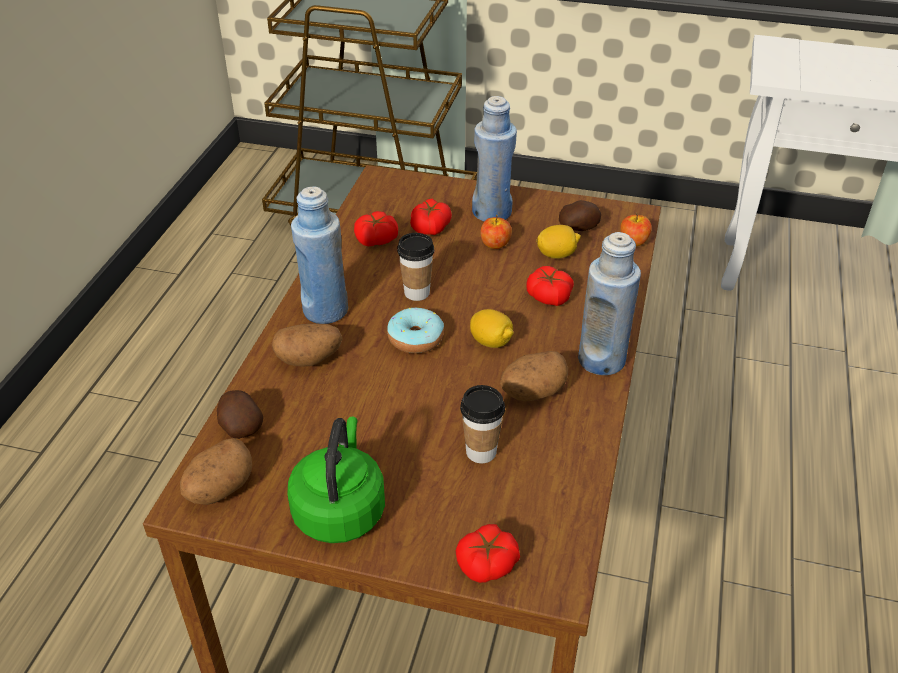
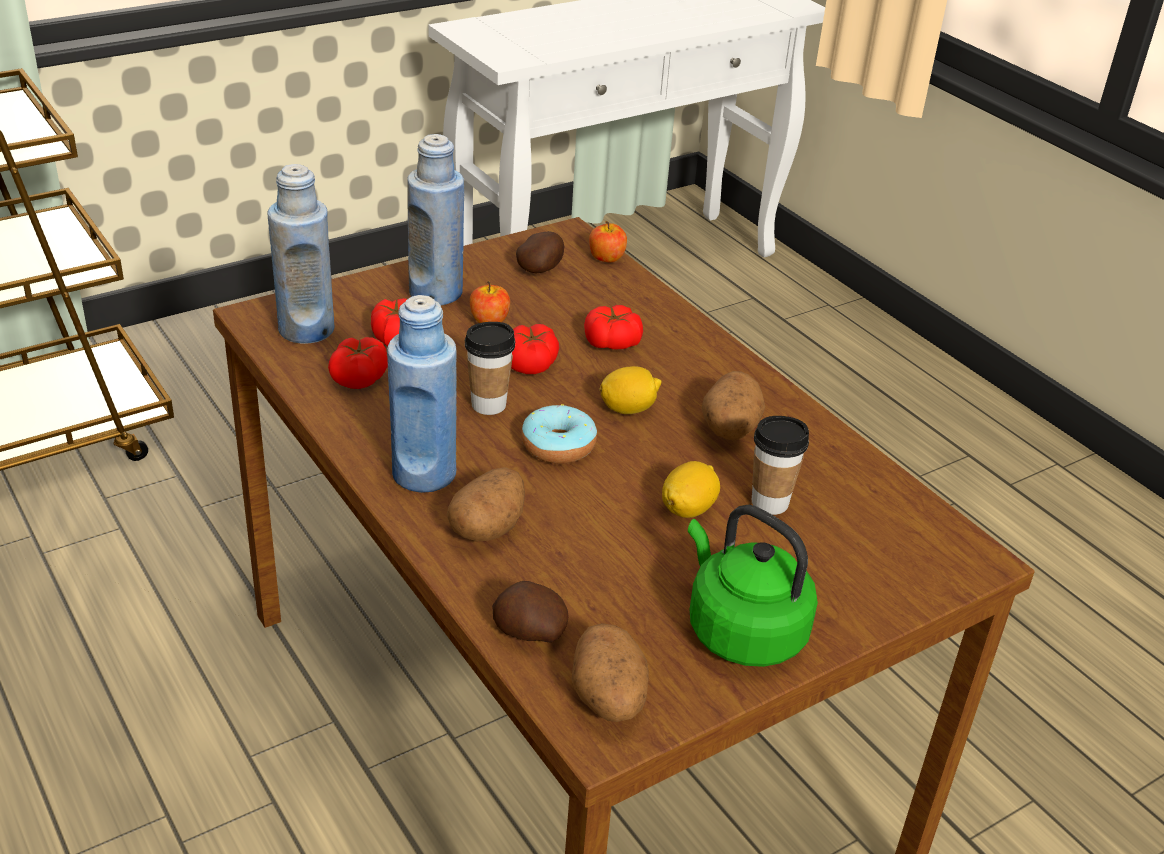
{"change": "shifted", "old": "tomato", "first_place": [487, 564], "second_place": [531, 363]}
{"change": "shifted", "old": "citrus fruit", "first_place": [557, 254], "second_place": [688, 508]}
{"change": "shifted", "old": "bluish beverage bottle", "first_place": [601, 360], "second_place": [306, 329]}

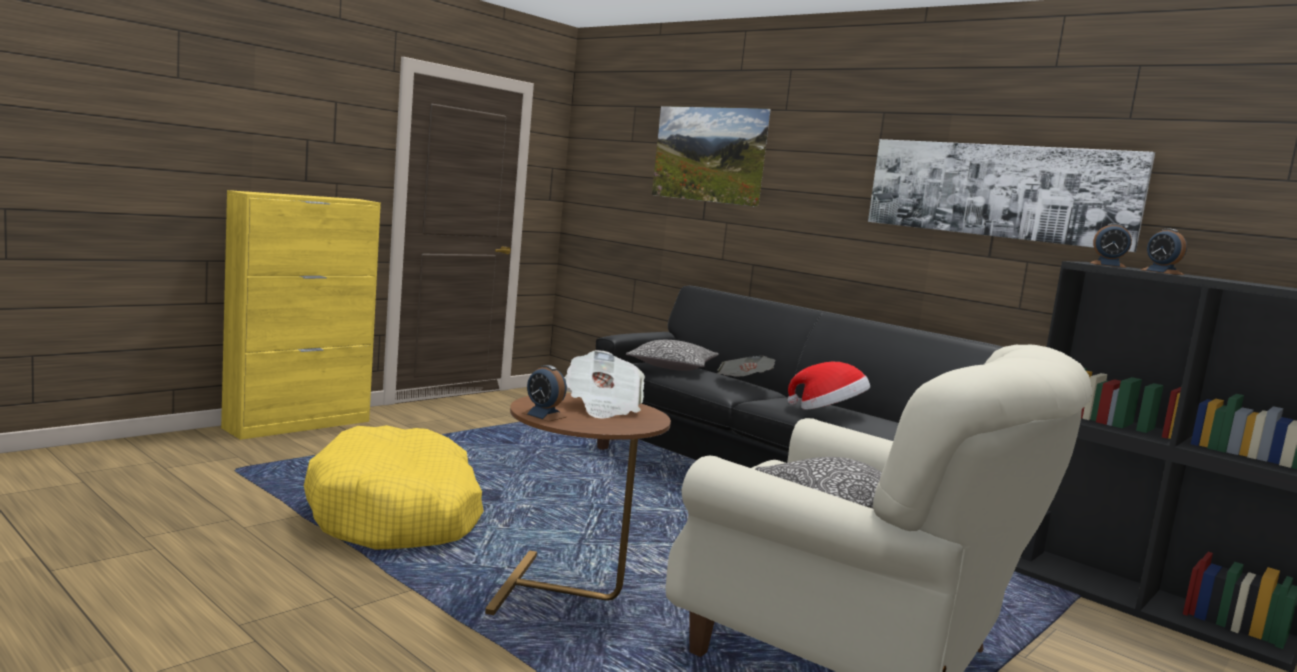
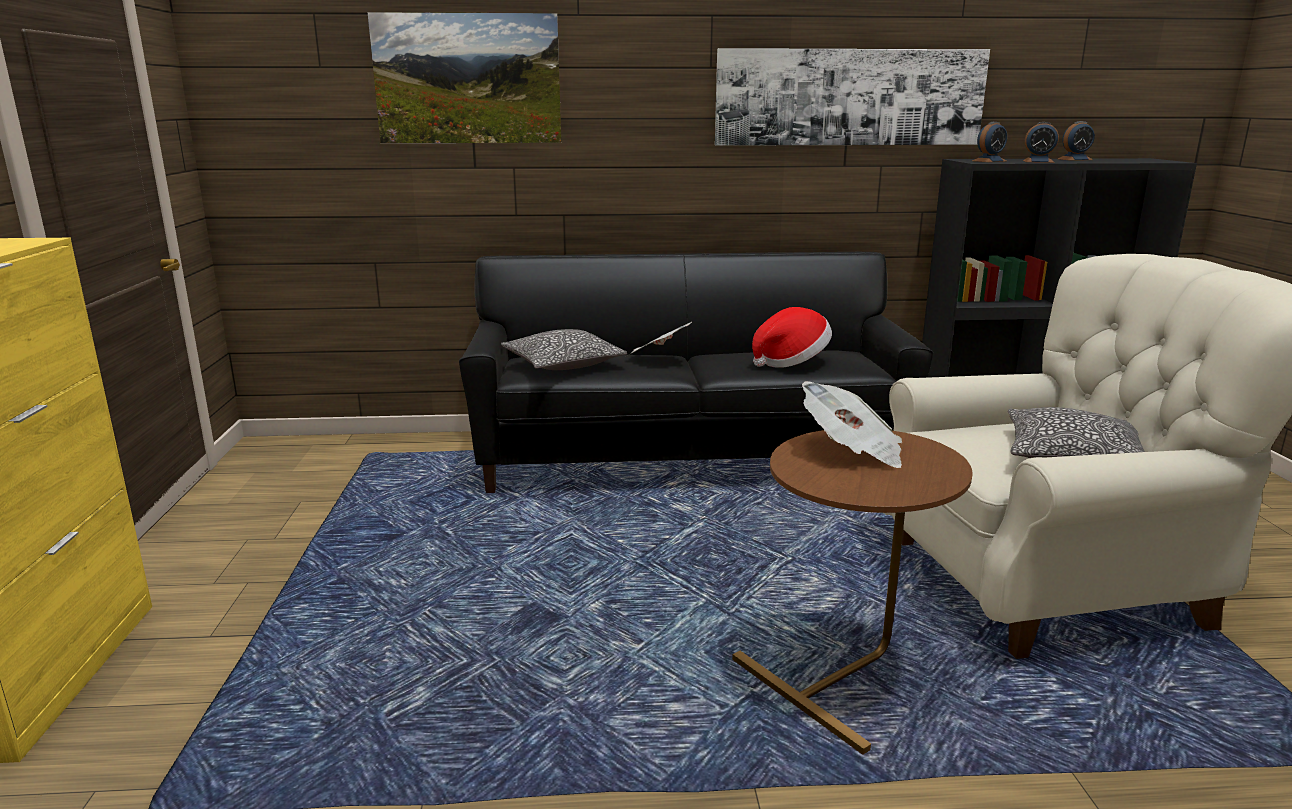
{"change": "gone", "old": "yellow-coloured dog cushion", "first_place": [396, 514]}
{"change": "shifted", "old": "table clock", "first_place": [544, 415], "second_place": [1074, 159]}

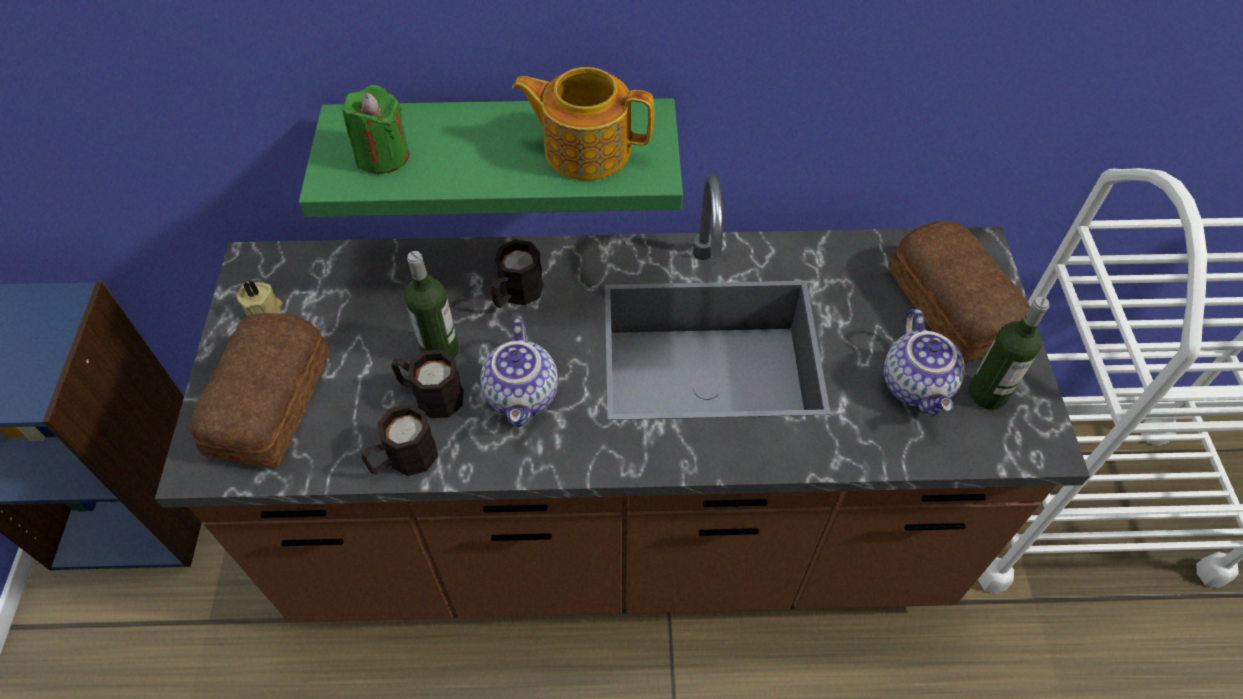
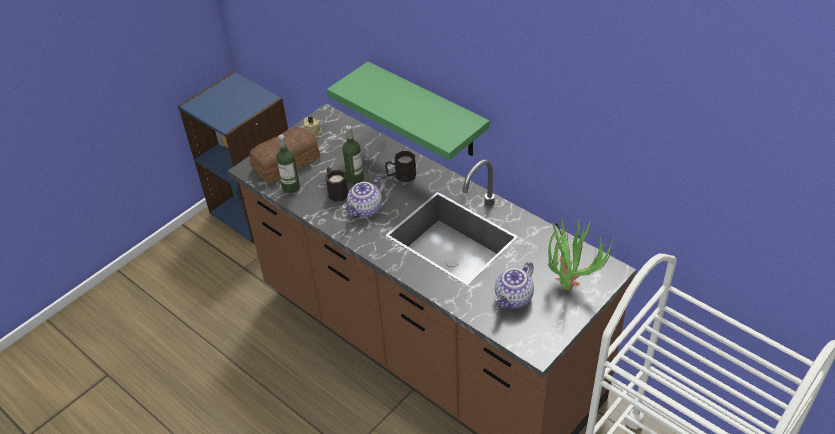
{"change": "gone", "old": "green-coloured wax light", "first_place": [382, 156]}
{"change": "gone", "old": "blackish mug", "first_place": [403, 460]}
{"change": "gone", "old": "pot for tea", "first_place": [585, 149]}
{"change": "shifted", "old": "beverage bottle", "first_place": [987, 393], "second_place": [291, 187]}
{"change": "swapped", "old": "bakery bread", "new": "potted plant", "first_place": [952, 303], "second_place": [570, 281]}

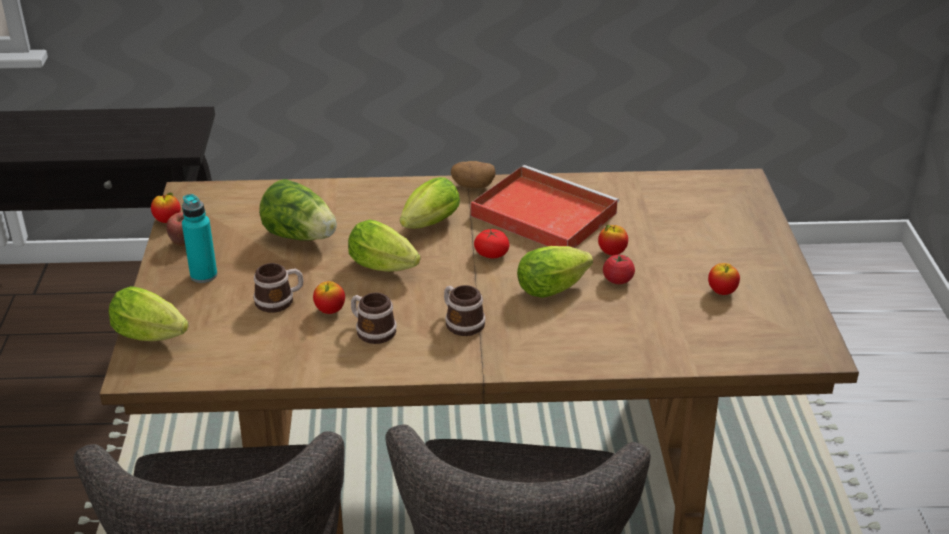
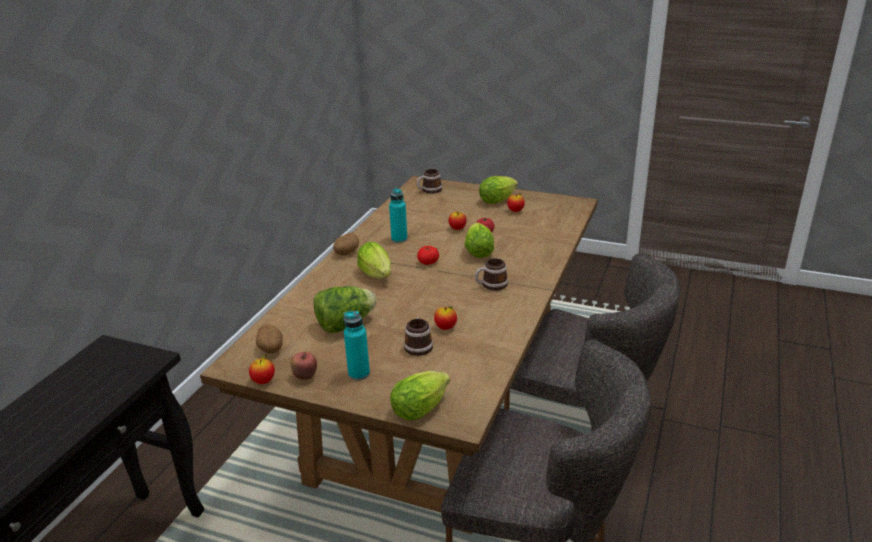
{"change": "new", "new": "spud", "second_place": [271, 349]}
{"change": "shifted", "old": "head of lettuce", "first_place": [386, 268], "second_place": [499, 200]}
{"change": "shifted", "old": "mug", "first_place": [371, 330], "second_place": [429, 190]}
{"change": "swapped", "old": "red carrying tray", "new": "turquoise beverage bottle", "first_place": [541, 214], "second_place": [399, 239]}

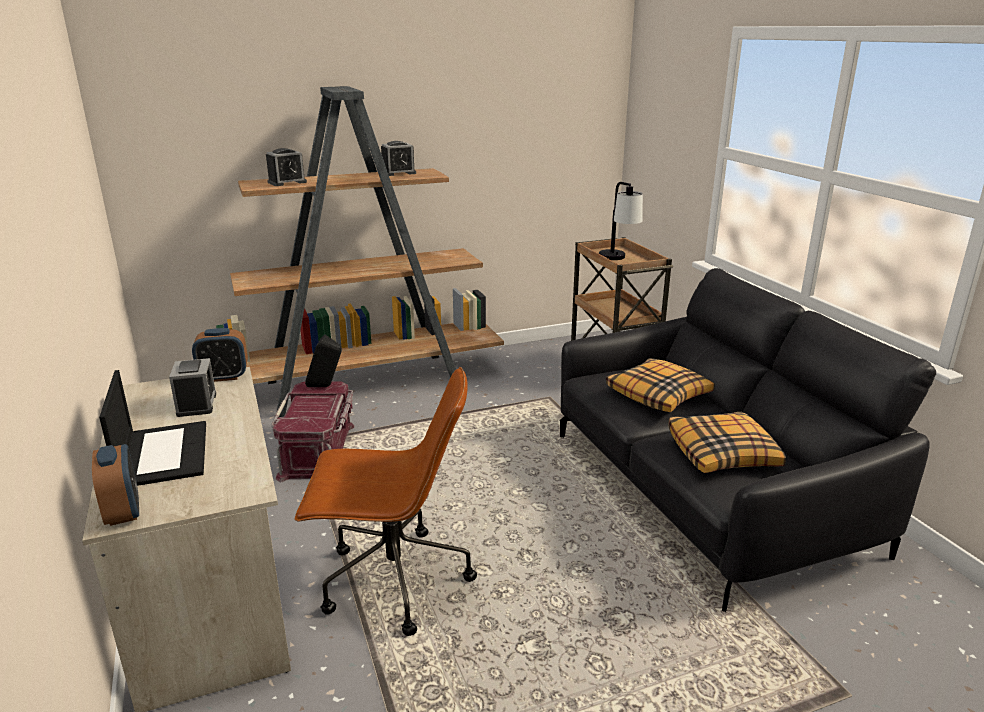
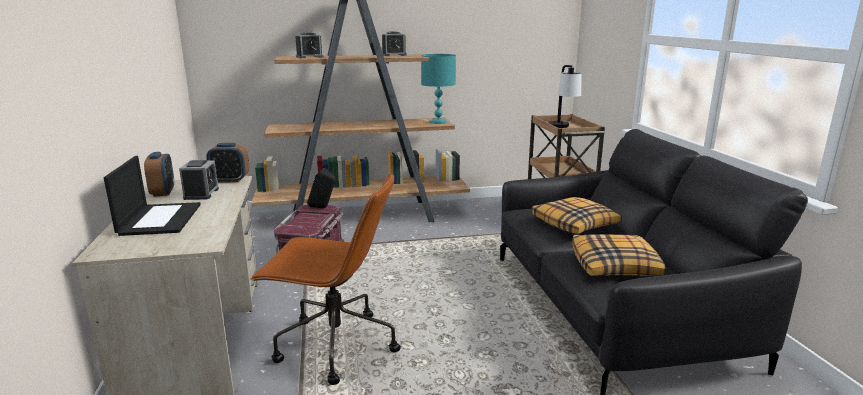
{"change": "new", "new": "turquoise tabletop lamp", "second_place": [438, 122]}
{"change": "shifted", "old": "table clock", "first_place": [123, 512], "second_place": [163, 192]}

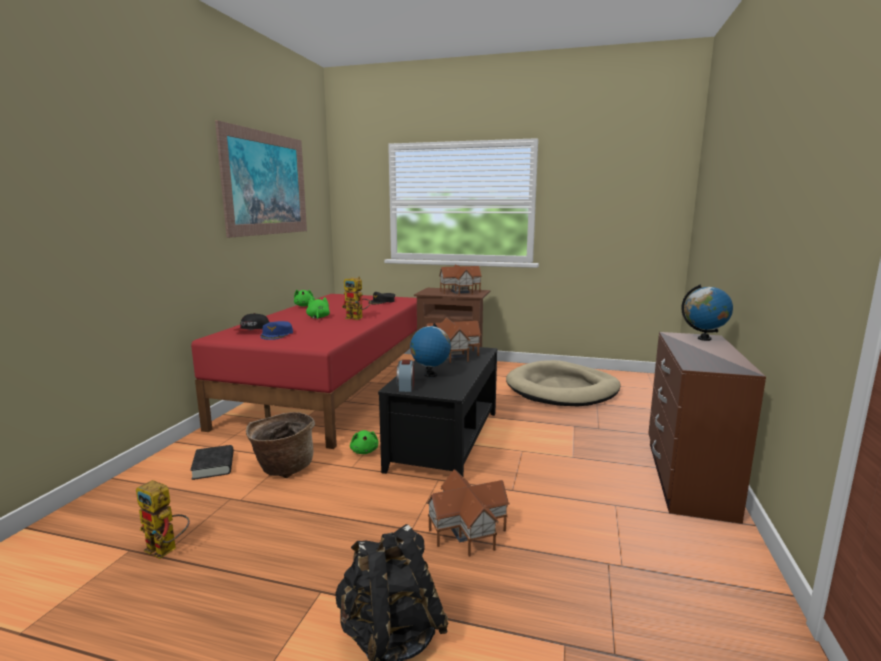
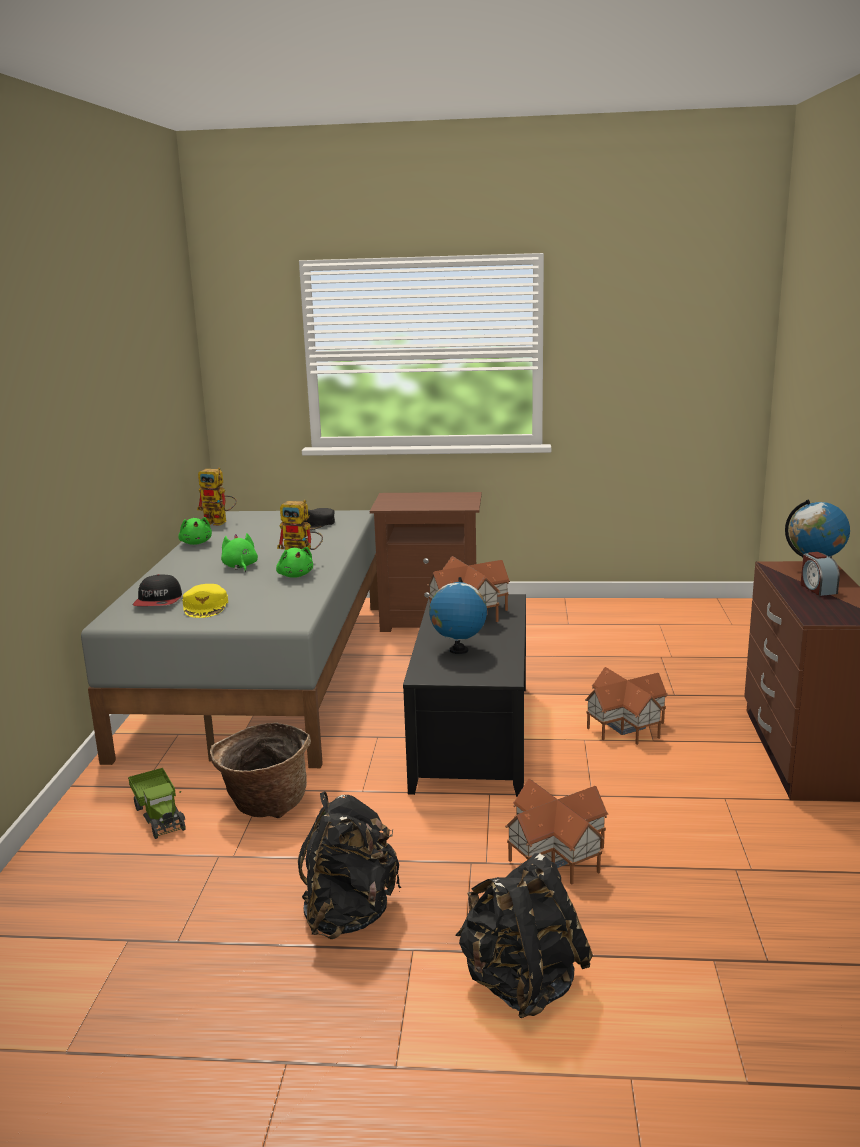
{"change": "gone", "old": "wall picture", "first_place": [266, 184]}
{"change": "gone", "old": "beige dog cushion", "first_place": [562, 389]}
{"change": "new", "new": "blackish knapsack", "second_place": [349, 914]}
{"change": "shifted", "old": "model robot", "first_place": [167, 550], "second_place": [220, 522]}
{"change": "shifted", "old": "green-coloured soft toy", "first_place": [364, 451], "second_place": [295, 575]}
{"change": "shifted", "old": "table clock", "first_place": [405, 386], "second_place": [817, 588]}
{"change": "shifted", "old": "toy house", "first_place": [459, 292], "second_place": [624, 725]}
{"change": "swapped", "old": "blackish volume", "new": "toy truck", "first_place": [213, 466], "second_place": [160, 814]}
{"change": "repainted", "old": "red bed", "new": "greyish bed", "first_place": [335, 389], "second_place": [265, 672]}
{"change": "repainted", "old": "bluish peaked cap", "new": "yellow-coloured peaked cap", "first_place": [277, 334], "second_place": [206, 607]}

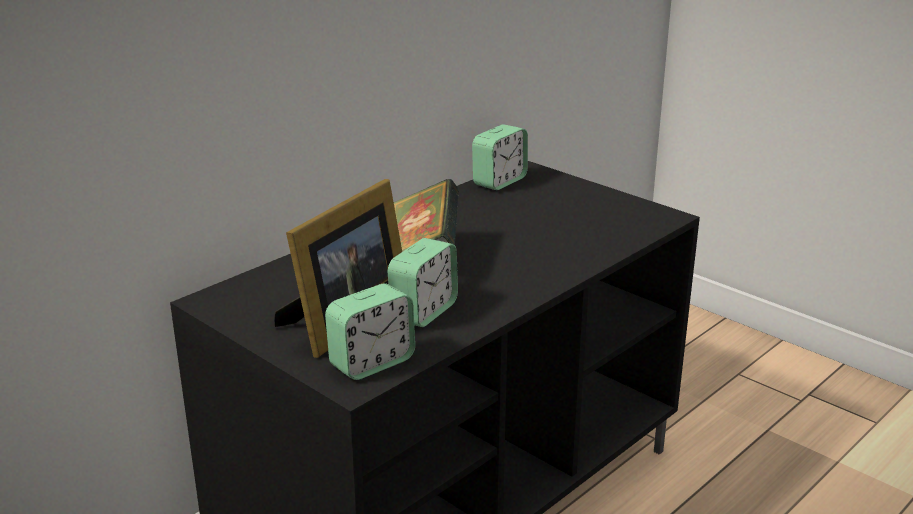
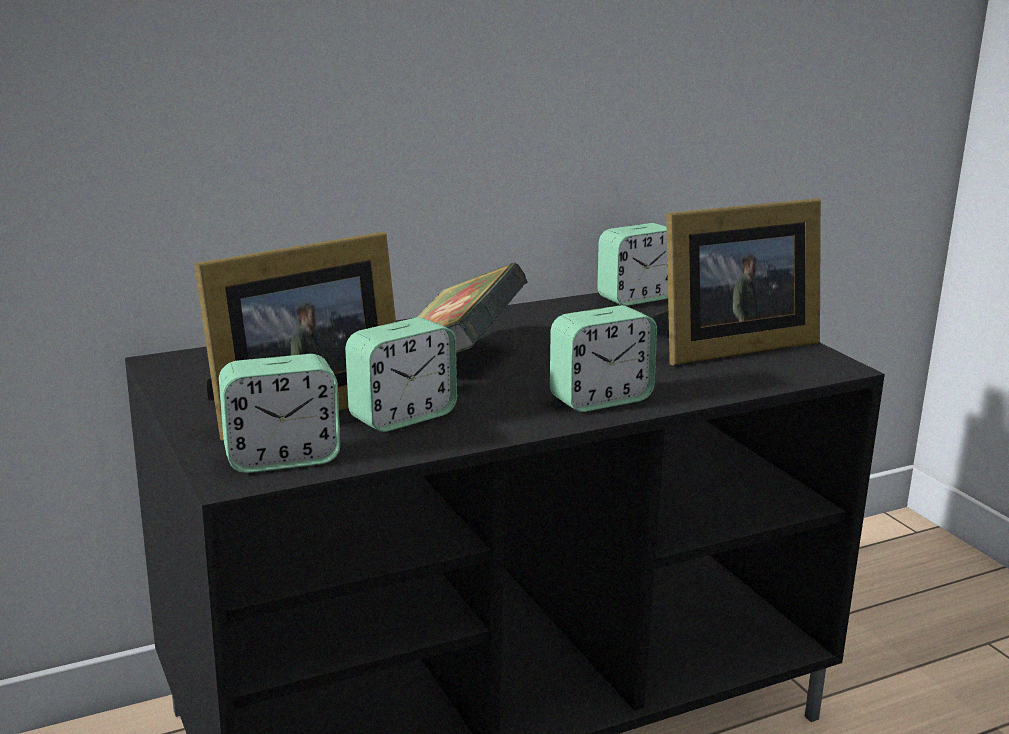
{"change": "new", "new": "table clock", "second_place": [600, 399]}
{"change": "new", "new": "picture frame", "second_place": [728, 347]}

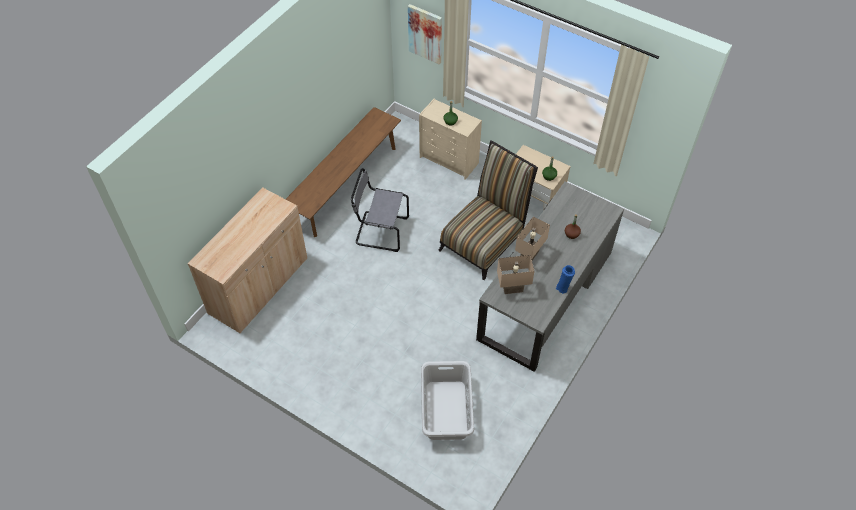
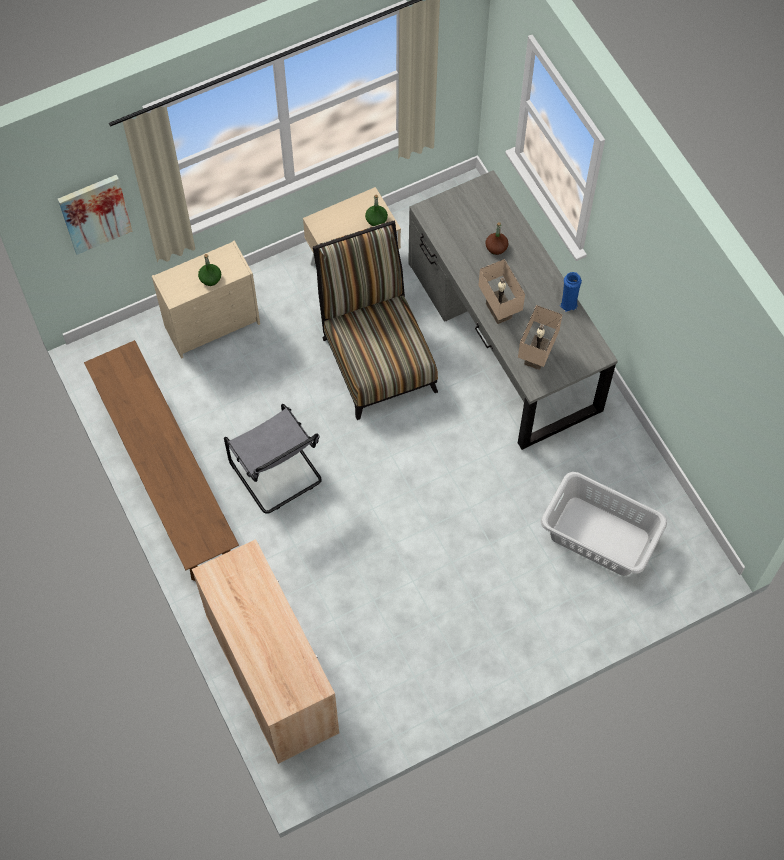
{"change": "rotated", "old": "greyish plain chair", "first_place": [380, 231], "second_place": [278, 474], "degrees": -75}

